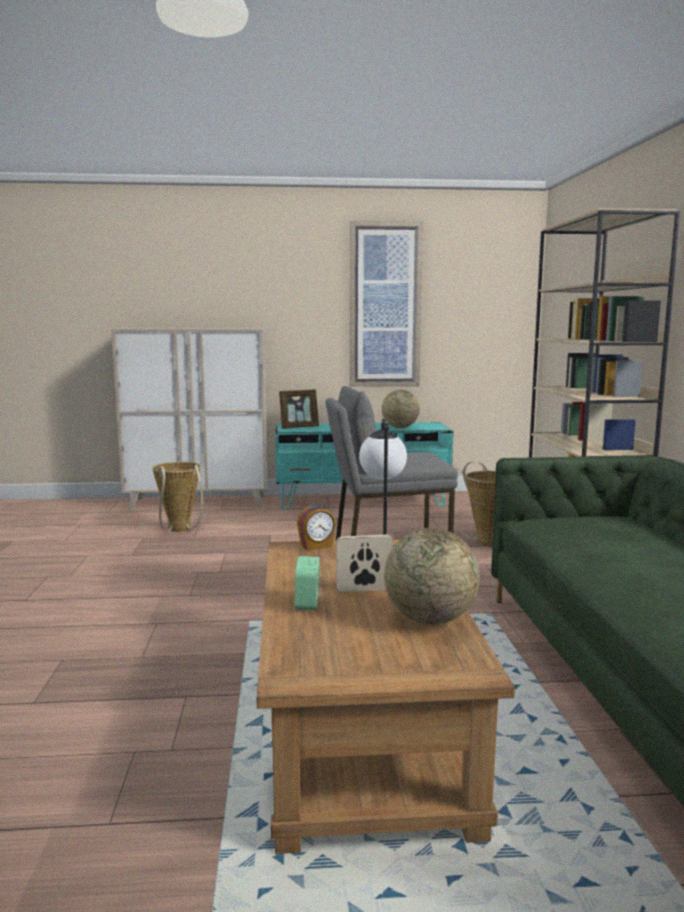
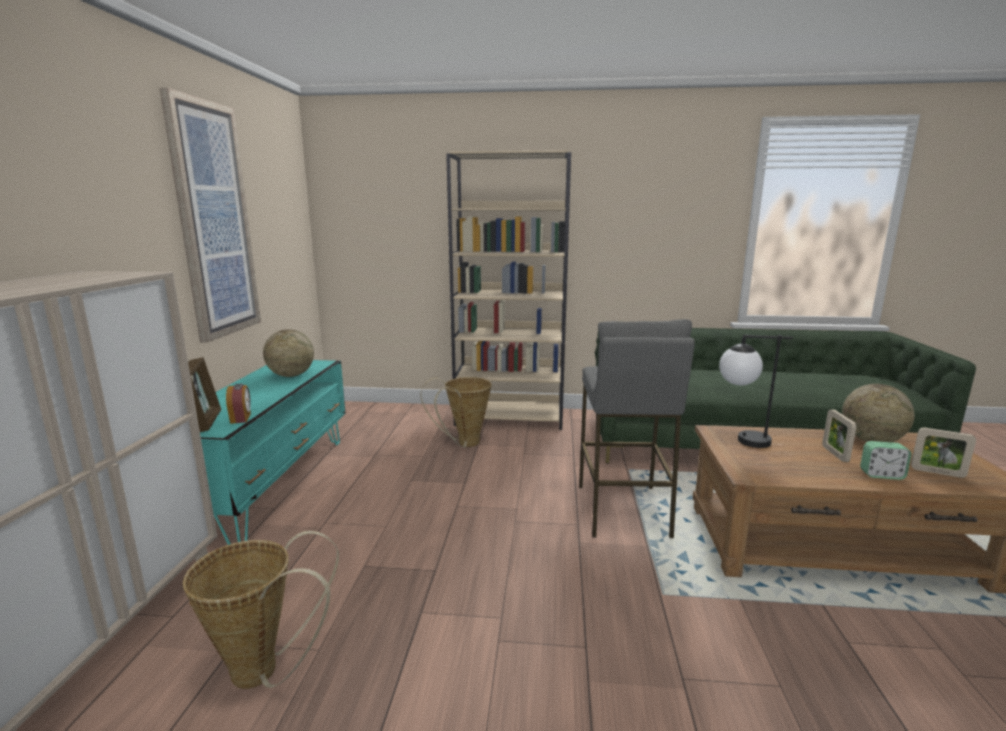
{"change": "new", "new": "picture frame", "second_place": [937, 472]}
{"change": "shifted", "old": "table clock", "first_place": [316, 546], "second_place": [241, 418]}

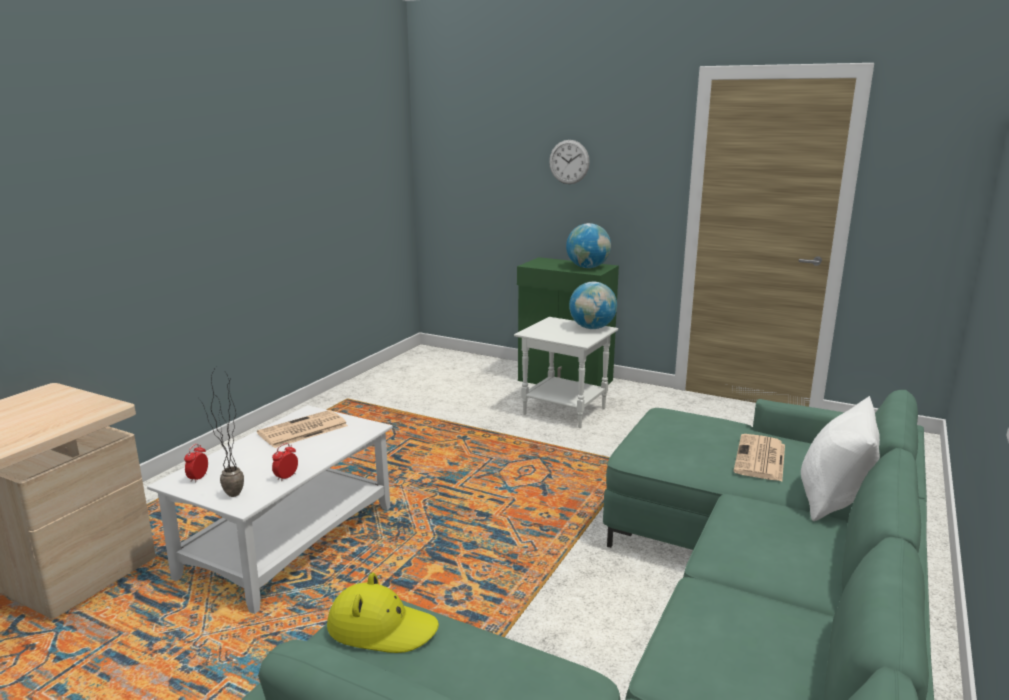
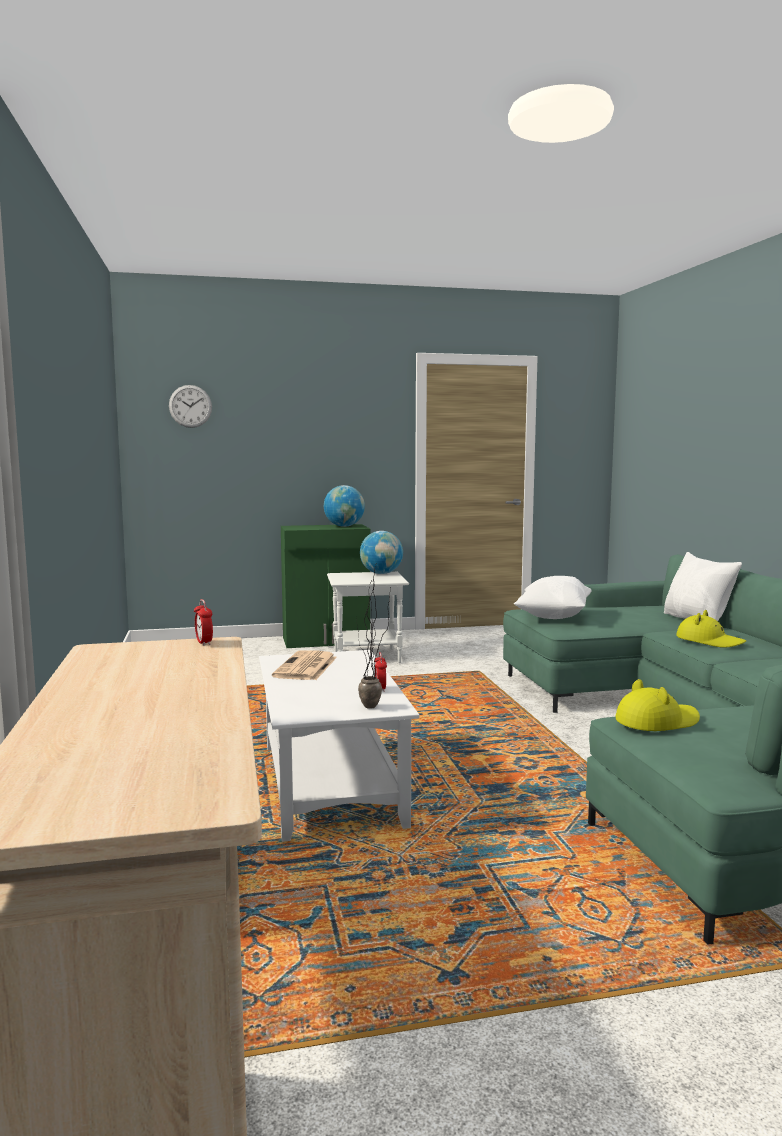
{"change": "gone", "old": "daily paper", "first_place": [760, 459]}
{"change": "new", "new": "white-coloured pillow", "second_place": [553, 616]}
{"change": "new", "new": "yellow-coloured hat", "second_place": [709, 641]}
{"change": "shifted", "old": "table clock", "first_place": [198, 478], "second_place": [204, 643]}
{"change": "shifted", "old": "wall clock", "first_place": [569, 162], "second_place": [190, 406]}

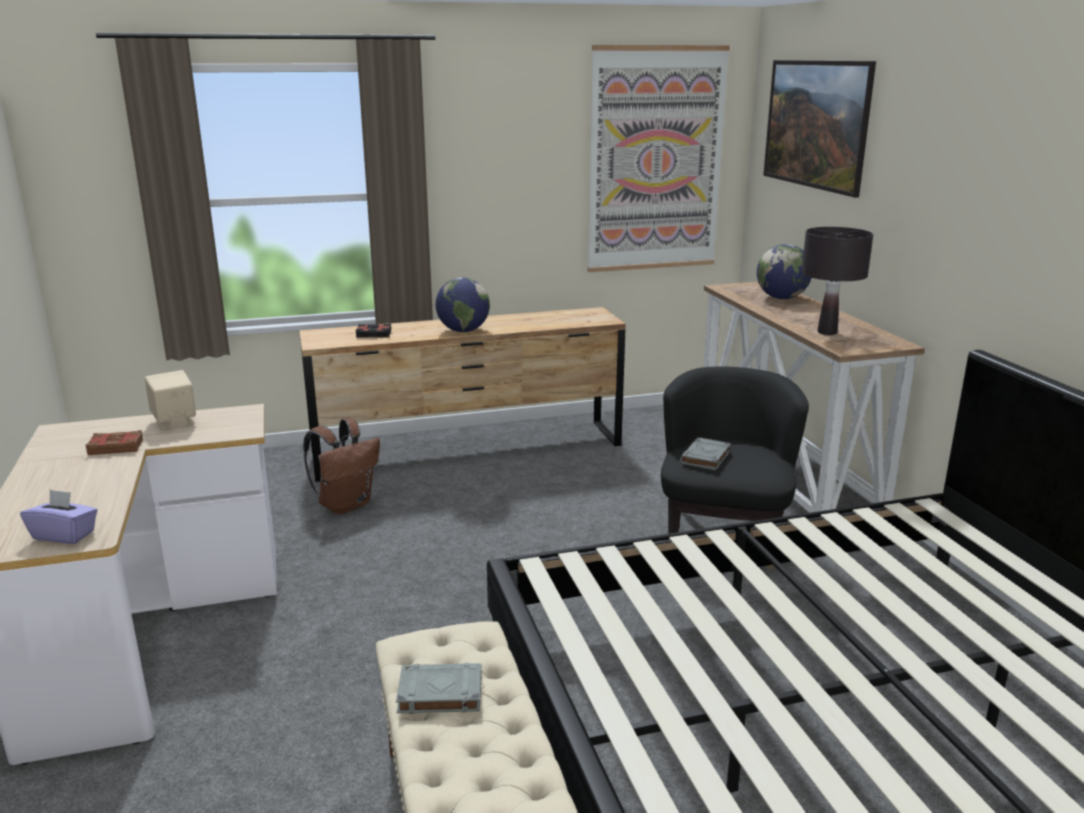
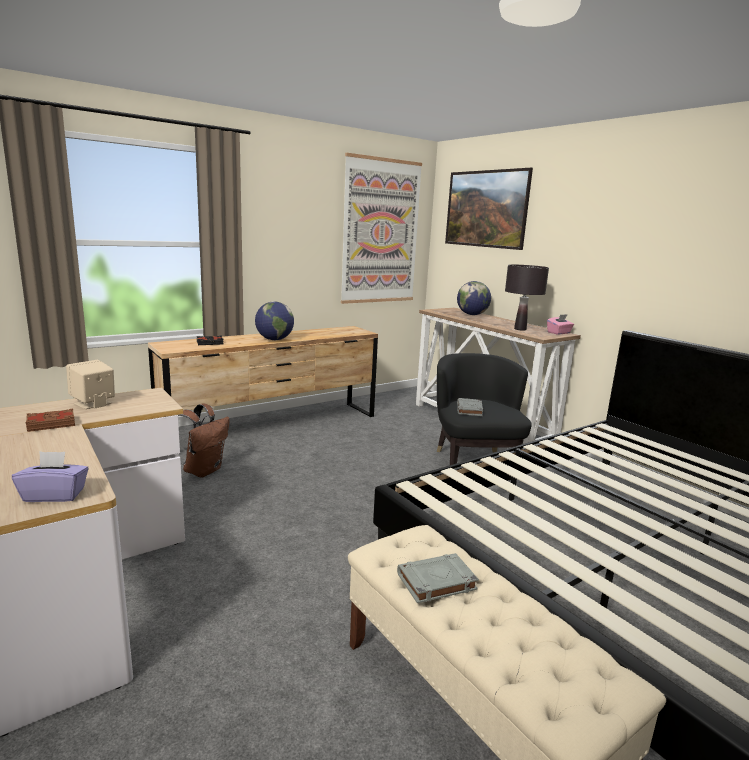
{"change": "new", "new": "pink box of tissues", "second_place": [559, 333]}

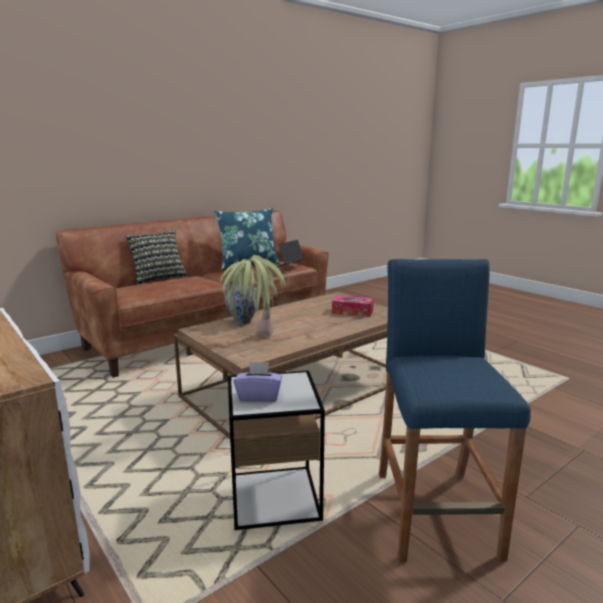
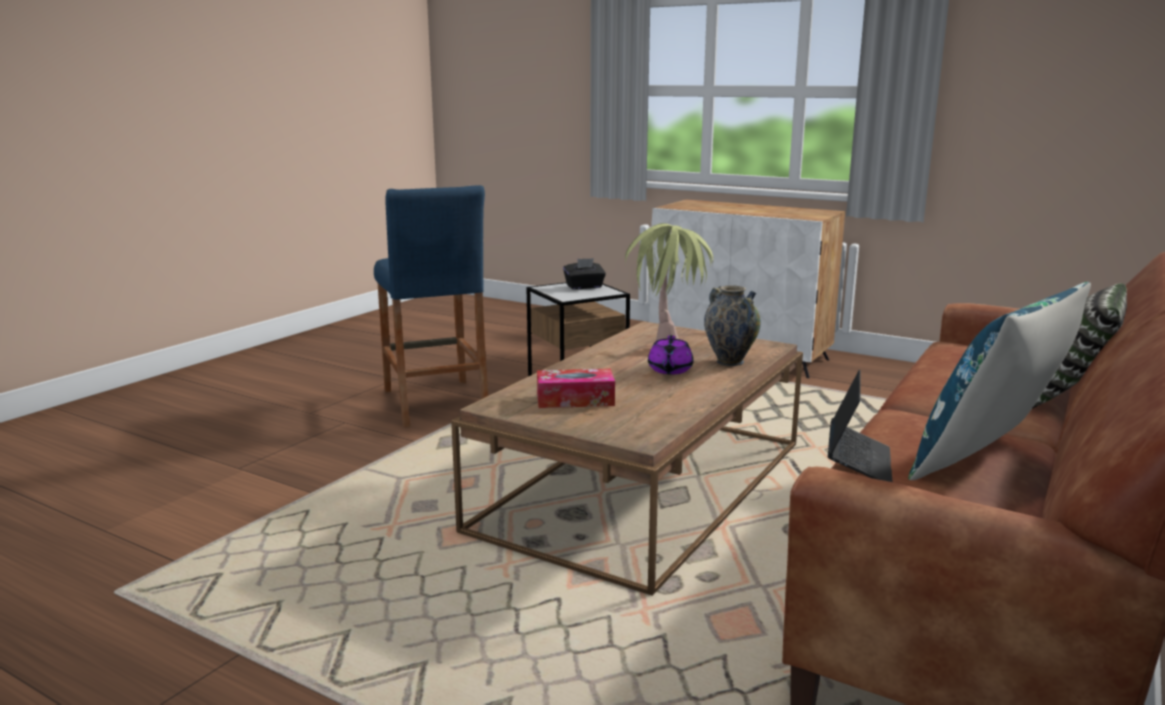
{"change": "new", "new": "purplish pot for tea", "second_place": [669, 370]}
{"change": "repainted", "old": "purplish box of tissues", "new": "blackish box of tissues", "first_place": [259, 396], "second_place": [584, 287]}

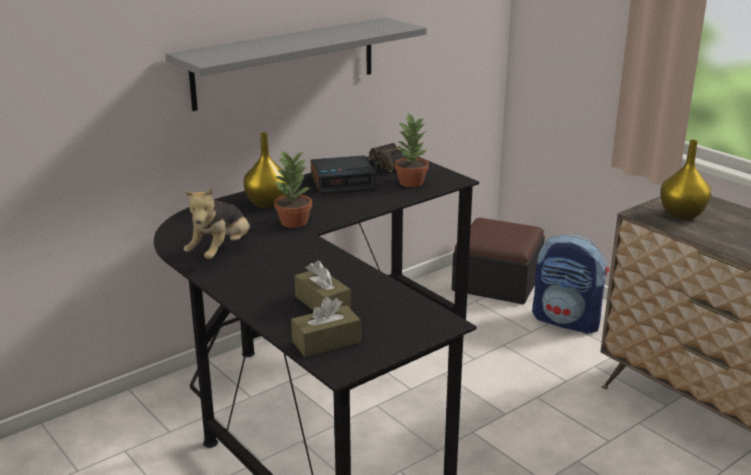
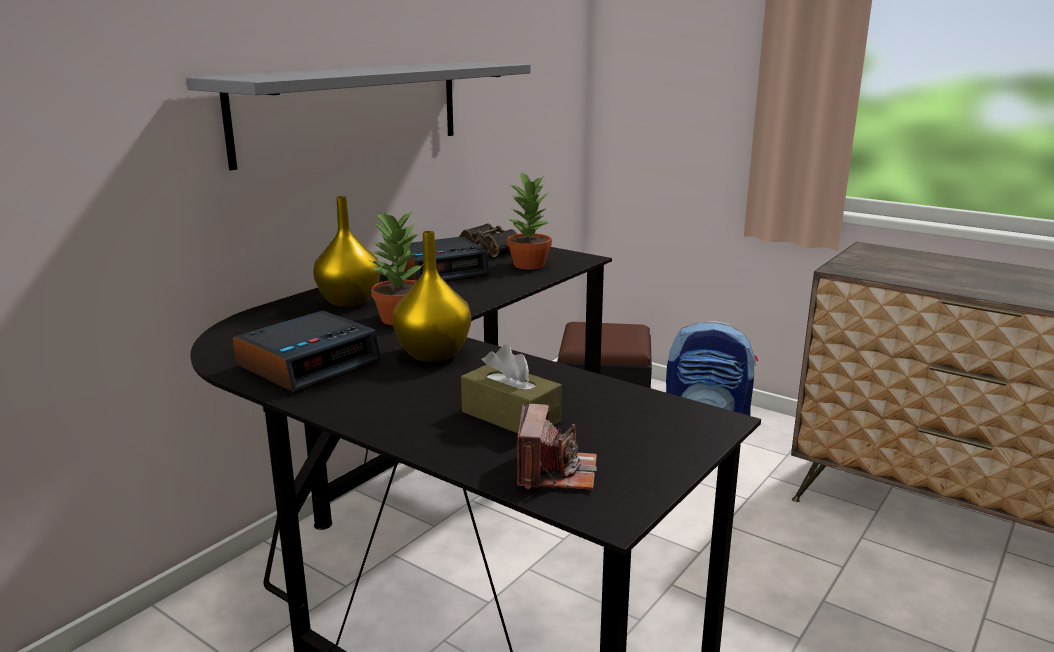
{"change": "shifted", "old": "yellow-coloured flower vase", "first_place": [682, 215], "second_place": [434, 354]}
{"change": "swapped", "old": "soft toy", "new": "table clock", "first_place": [221, 251], "second_place": [309, 364]}
{"change": "swapped", "old": "brownish box of tissues", "new": "still camera", "first_place": [326, 342], "second_place": [555, 472]}

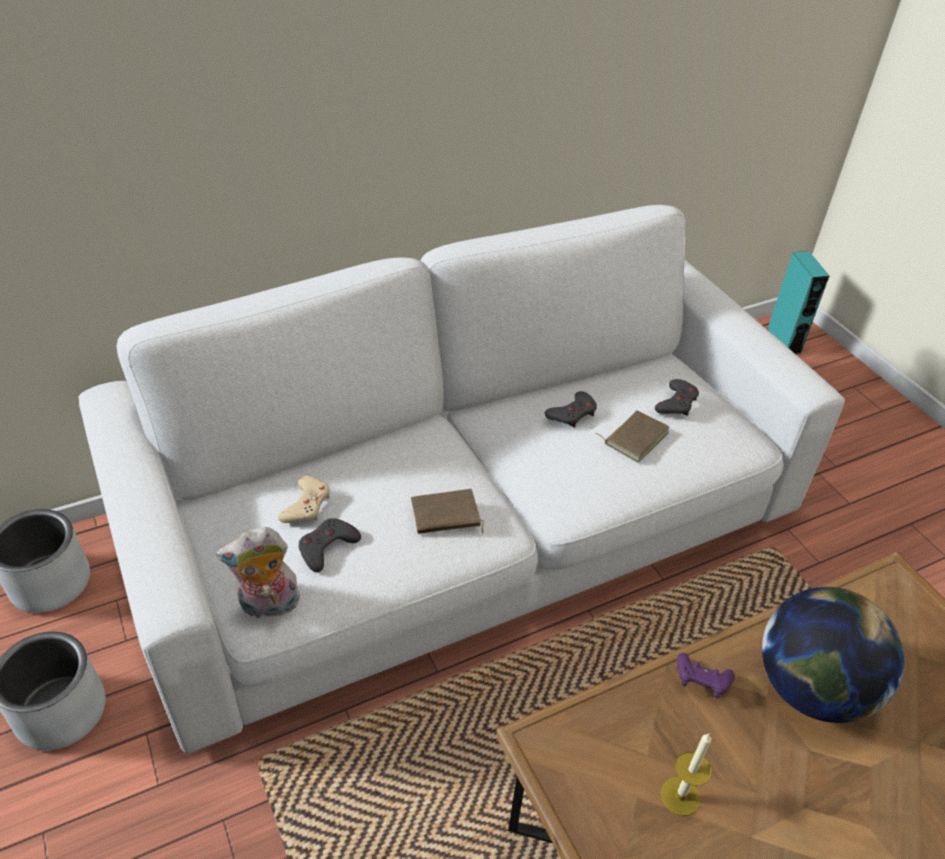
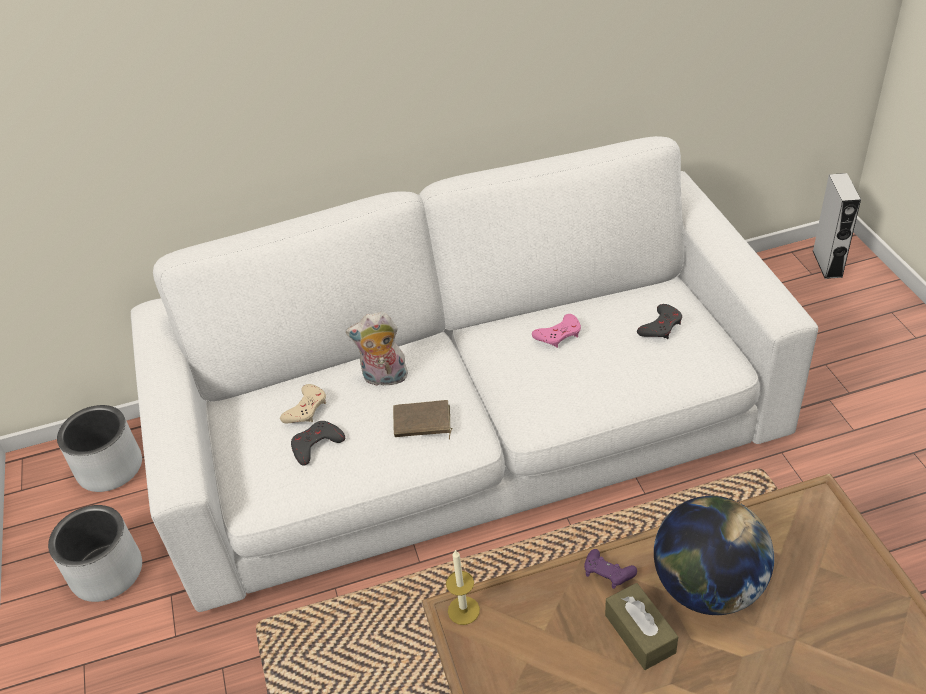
{"change": "gone", "old": "brownish volume", "first_place": [634, 437]}
{"change": "new", "new": "brownish box of tissues", "second_place": [640, 633]}
{"change": "shifted", "old": "soft toy", "first_place": [268, 606], "second_place": [384, 379]}
{"change": "shifted", "old": "wax light", "first_place": [680, 796], "second_place": [463, 610]}
{"change": "repainted", "old": "greyish gamepad", "new": "pink gamepad", "first_place": [572, 413], "second_place": [558, 334]}
{"change": "repainted", "old": "turquoise loudspeaker", "new": "greyish loudspeaker", "first_place": [783, 341], "second_place": [827, 263]}

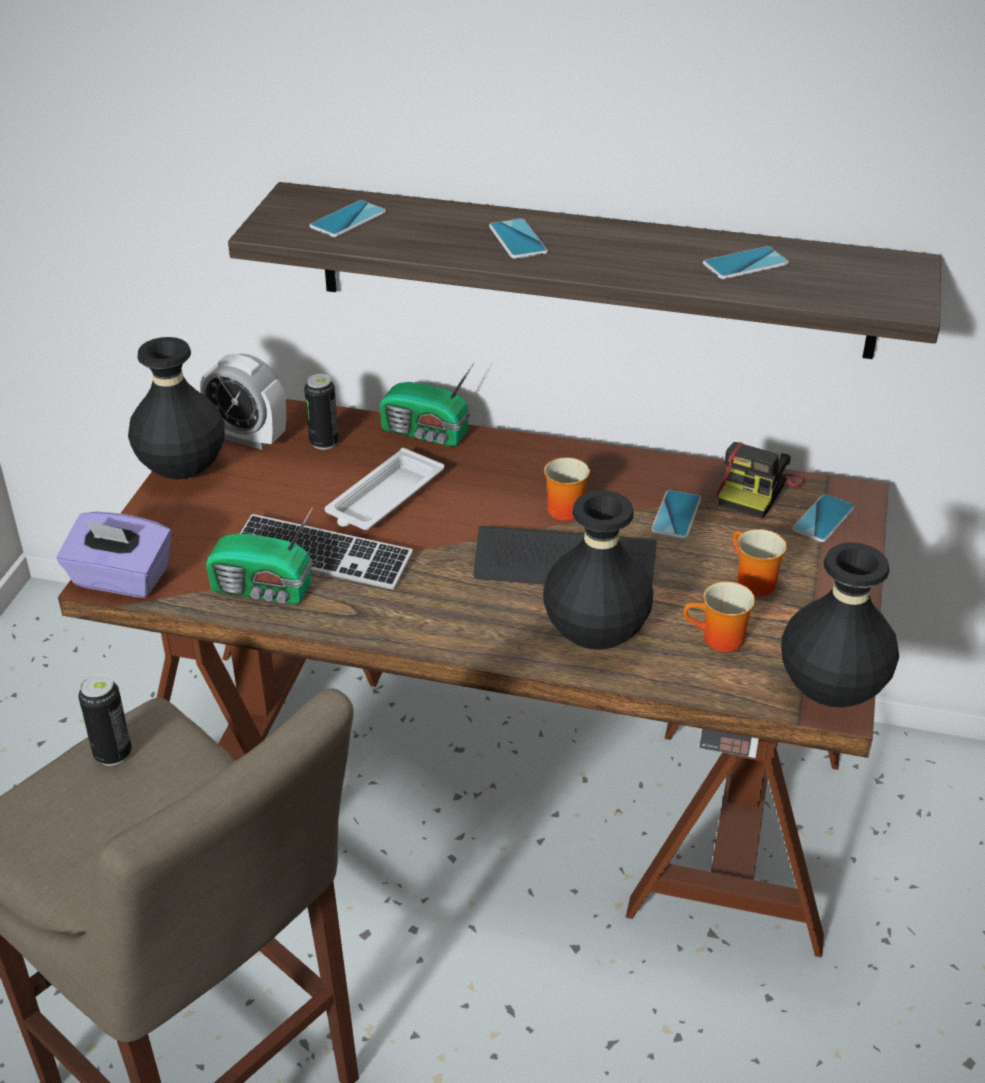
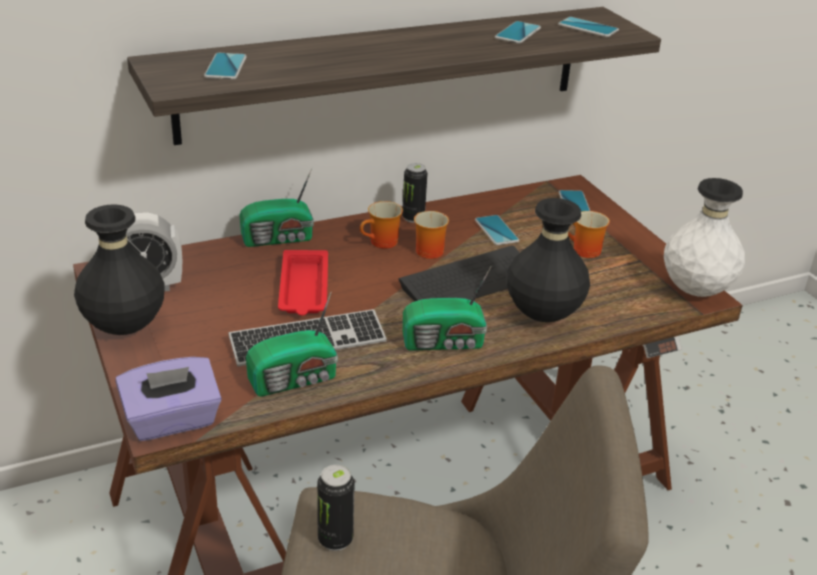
{"change": "gone", "old": "still camera", "first_place": [757, 490]}
{"change": "new", "new": "radio", "second_place": [445, 342]}
{"change": "shifted", "old": "sealed can", "first_place": [324, 442], "second_place": [413, 218]}
{"change": "shifted", "old": "handset", "first_place": [518, 240], "second_place": [588, 28]}
{"change": "shifted", "old": "mug", "first_place": [719, 640], "second_place": [382, 243]}
{"change": "repainted", "old": "white-coloured carrying tray", "new": "red carrying tray", "first_place": [384, 499], "second_place": [304, 289]}
{"change": "repainted", "old": "blackish flower vase", "new": "white-coloured flower vase", "first_place": [830, 693], "second_place": [695, 291]}

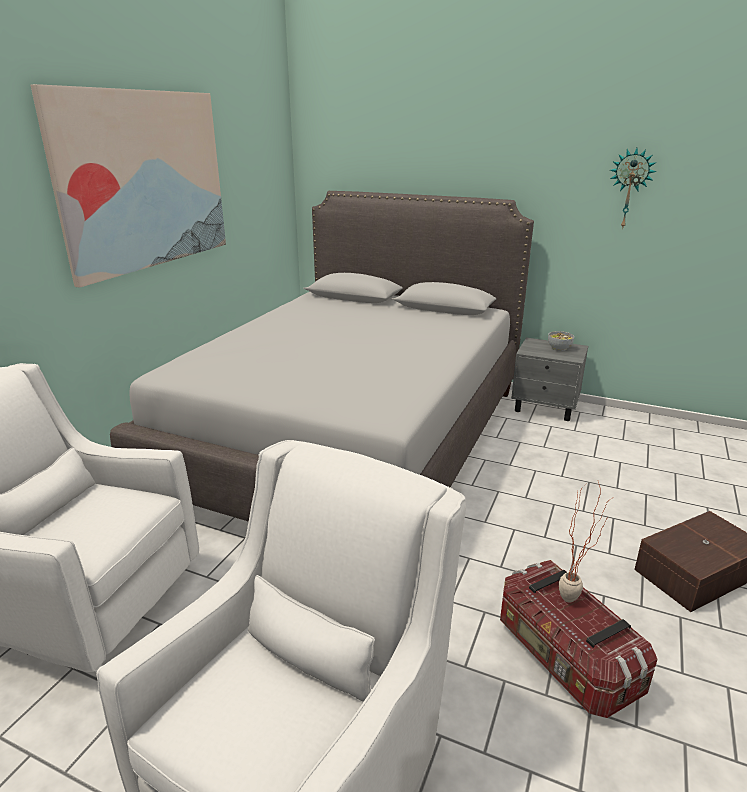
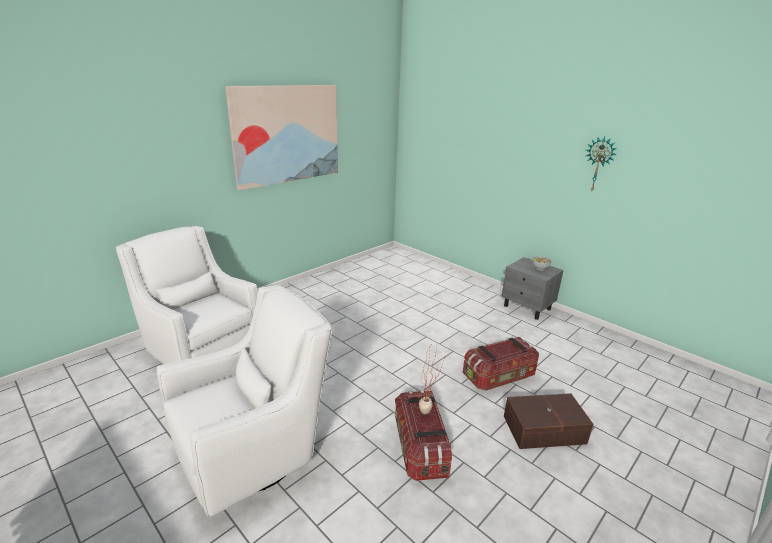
{"change": "gone", "old": "greyish bed", "first_place": [352, 439]}
{"change": "new", "new": "storage box", "second_place": [499, 377]}

